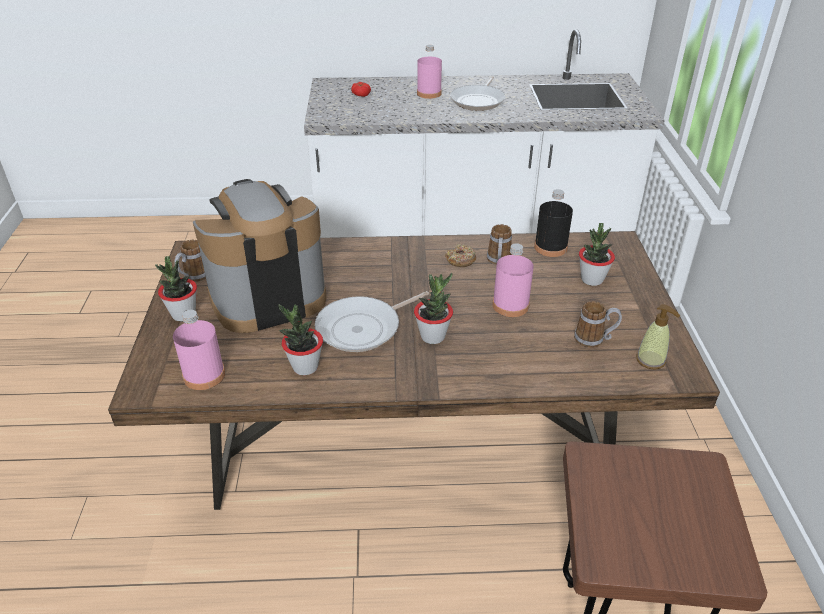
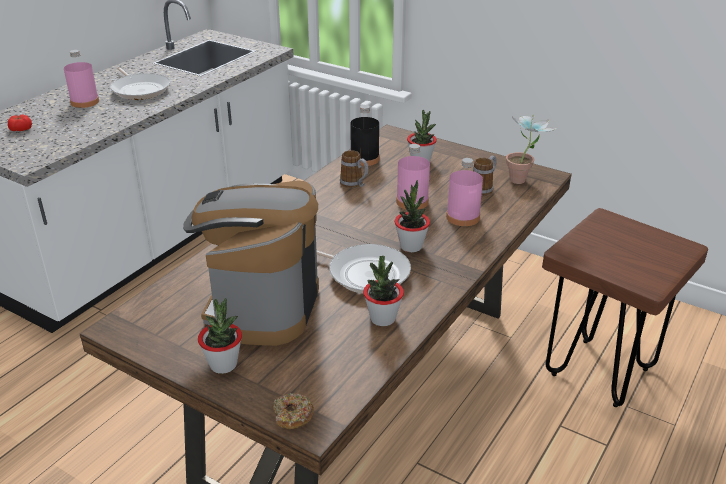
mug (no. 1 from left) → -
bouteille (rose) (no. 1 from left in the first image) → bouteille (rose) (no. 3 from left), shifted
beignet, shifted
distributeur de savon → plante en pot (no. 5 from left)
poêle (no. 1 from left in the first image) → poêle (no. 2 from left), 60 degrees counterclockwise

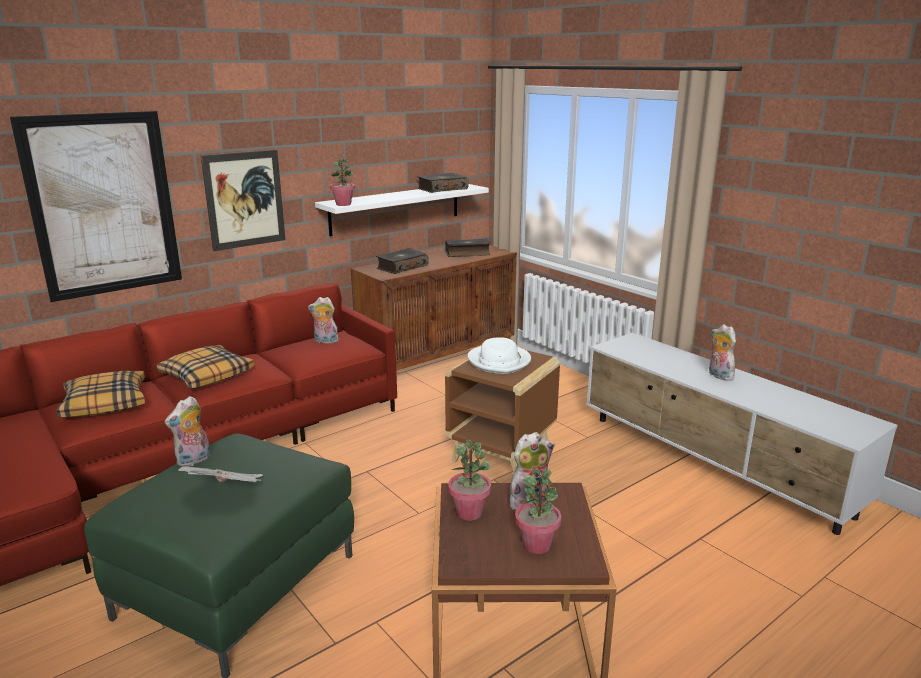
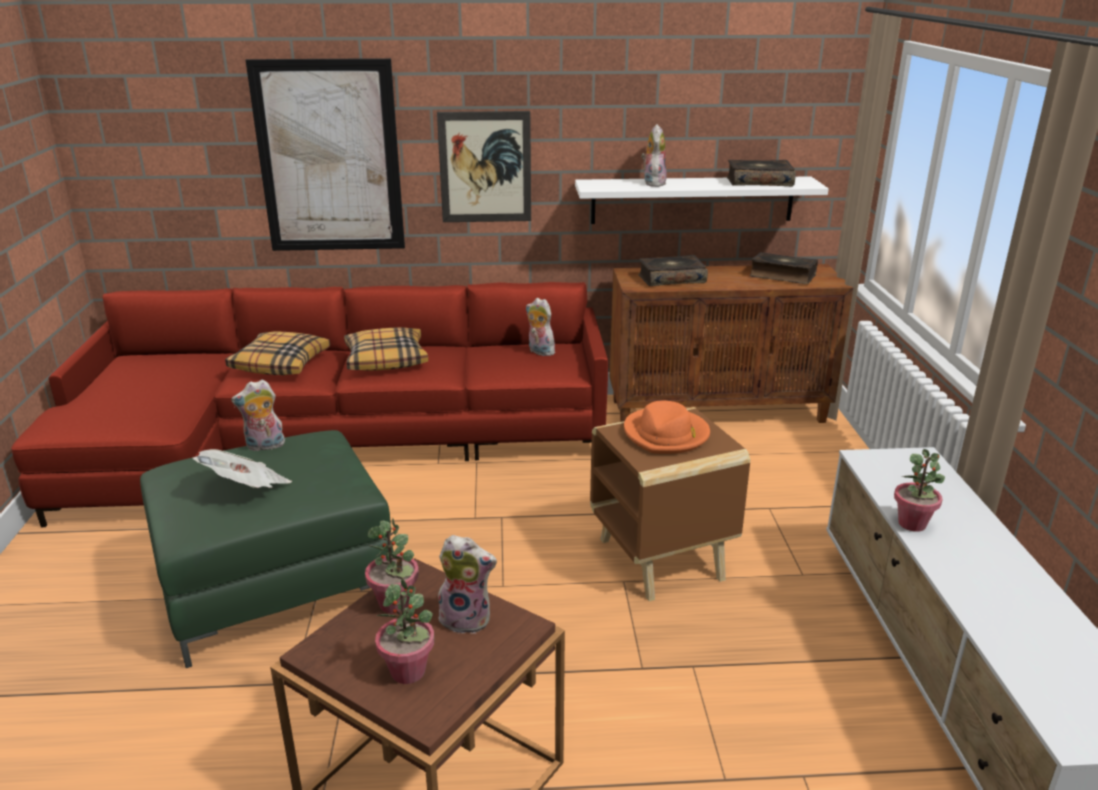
plante en pot (no. 1 from left in the first image) → plante en pot (no. 3 from left), shifted
peluche (no. 4 from left), shifted
chapeau (blanc) → chapeau (orange)

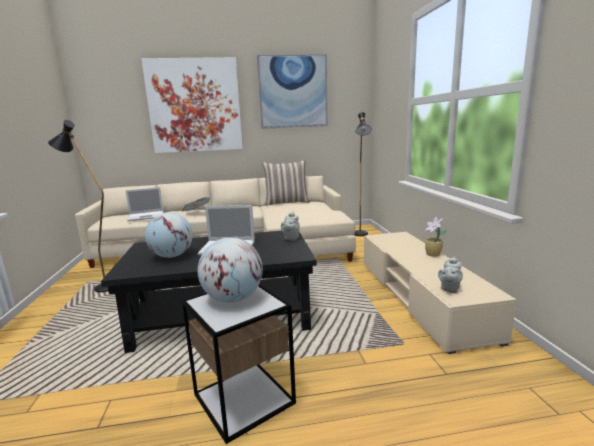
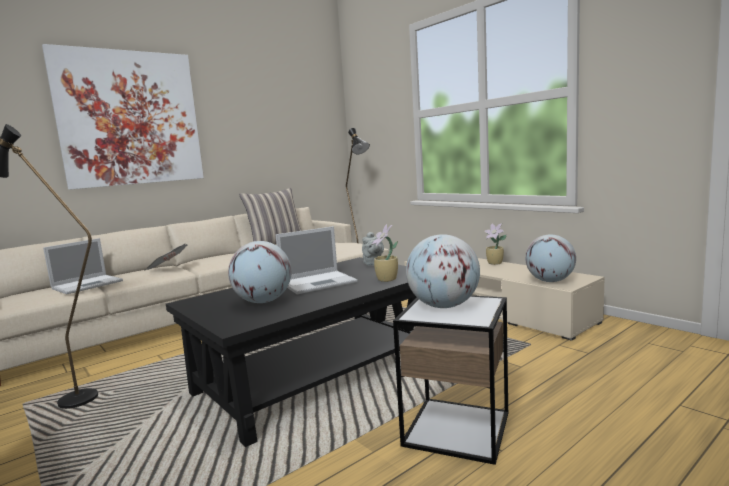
tableau (no. 2 from left) → -
- → plante en pot (no. 1 from left)
théière (gris) (no. 2 from left) → globe (no. 3 from left)

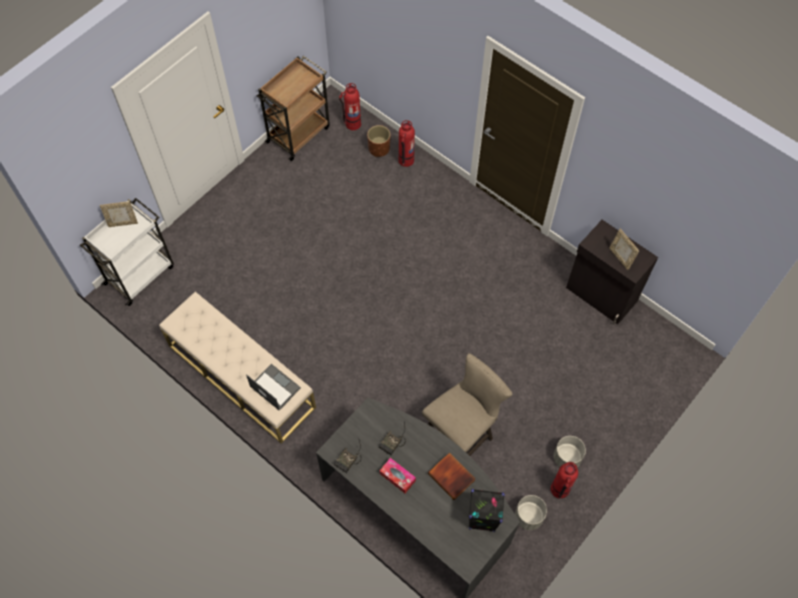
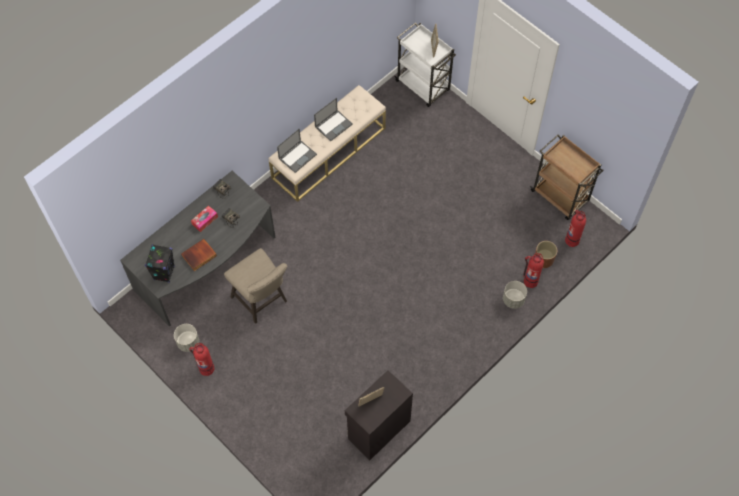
- → ordinateur portable (no. 2 from left)
cache-pot (gris) (no. 2 from left), shifted

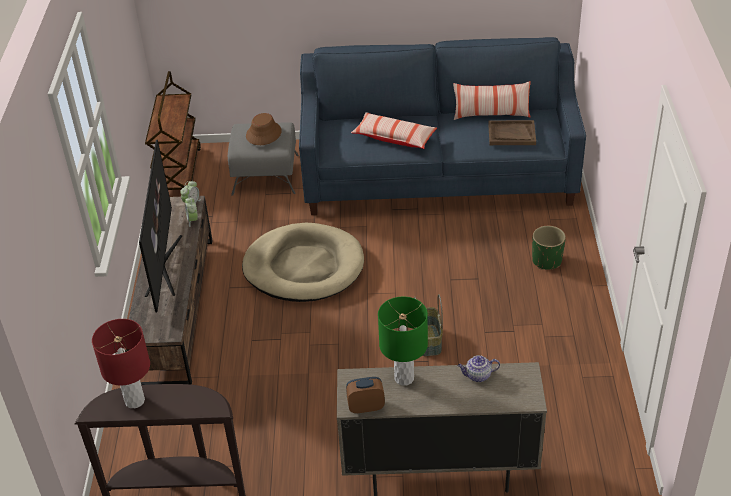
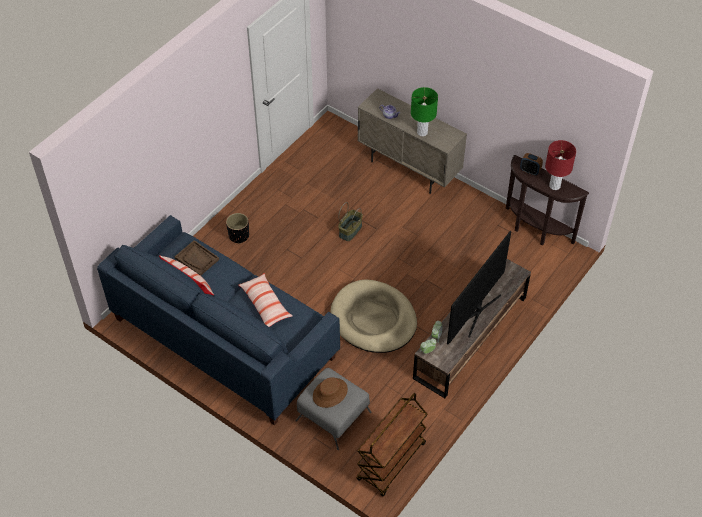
réveil (no. 3 from left), shifted
cache-pot (vert) → cache-pot (noir)

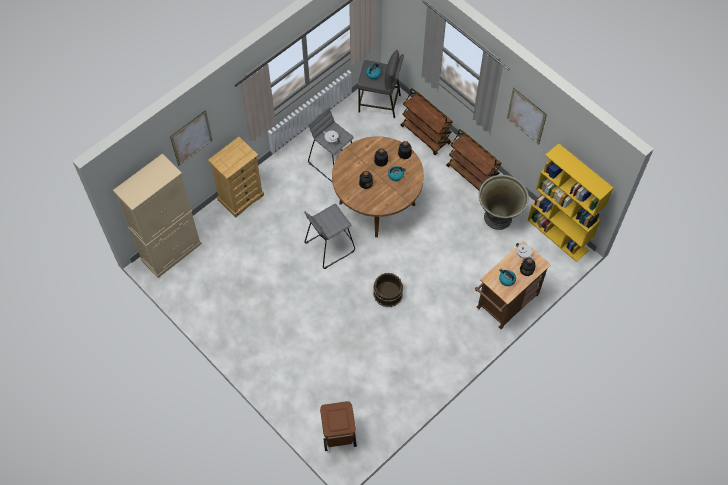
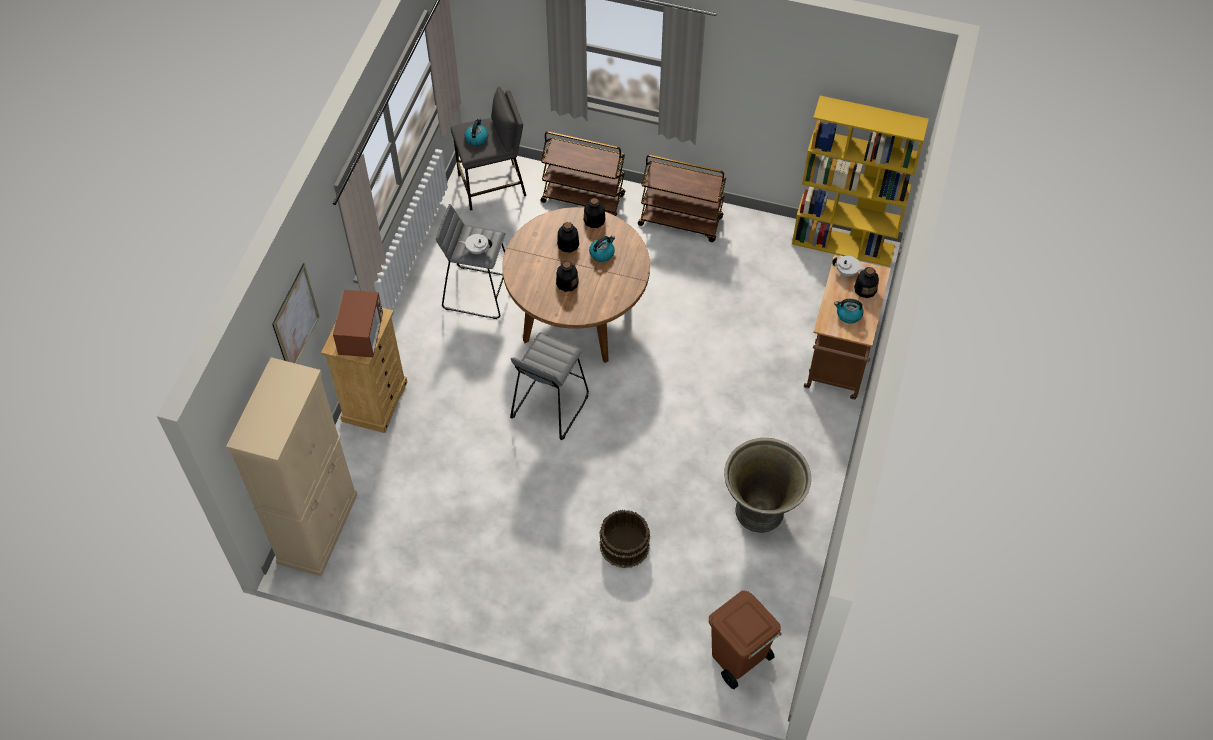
tableau (no. 2 from left) → -
- → micro-ondes
seau (marron), shifted
cache-pot (gris), shifted

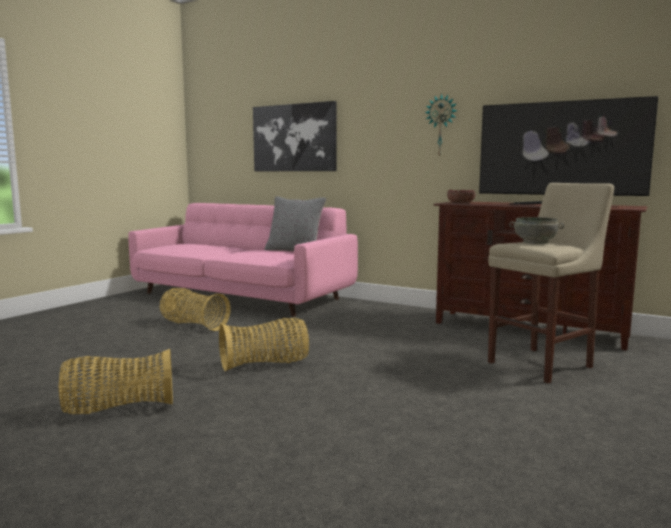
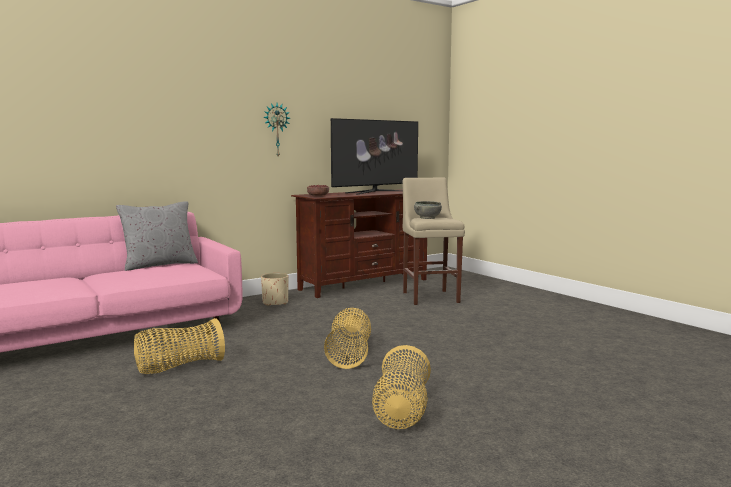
tableau → -
- → cache-pot (beige)

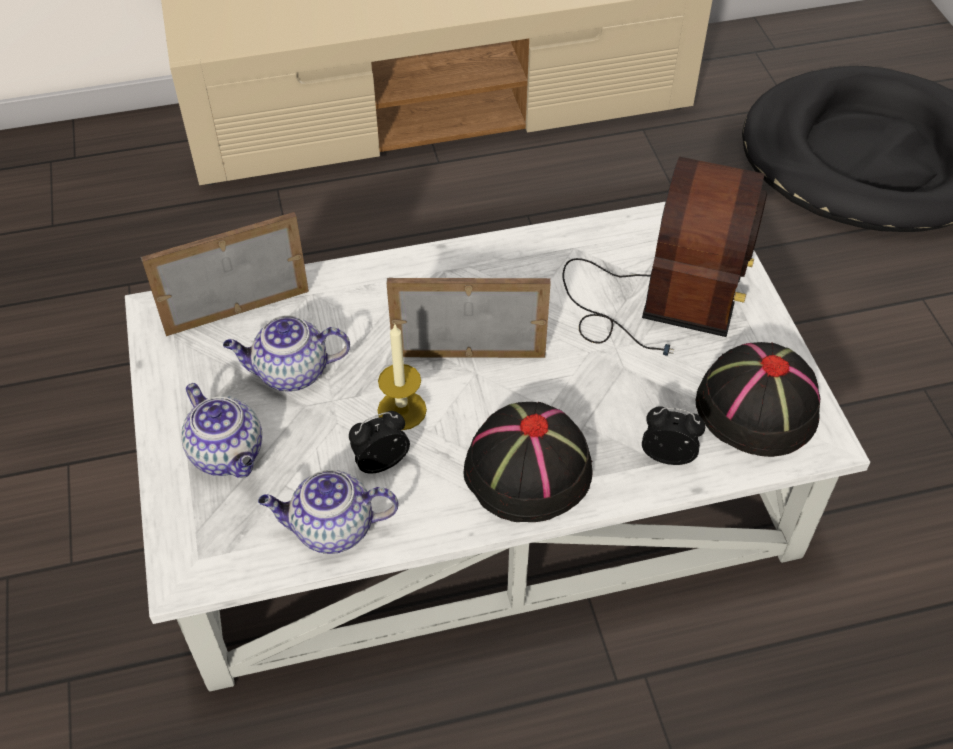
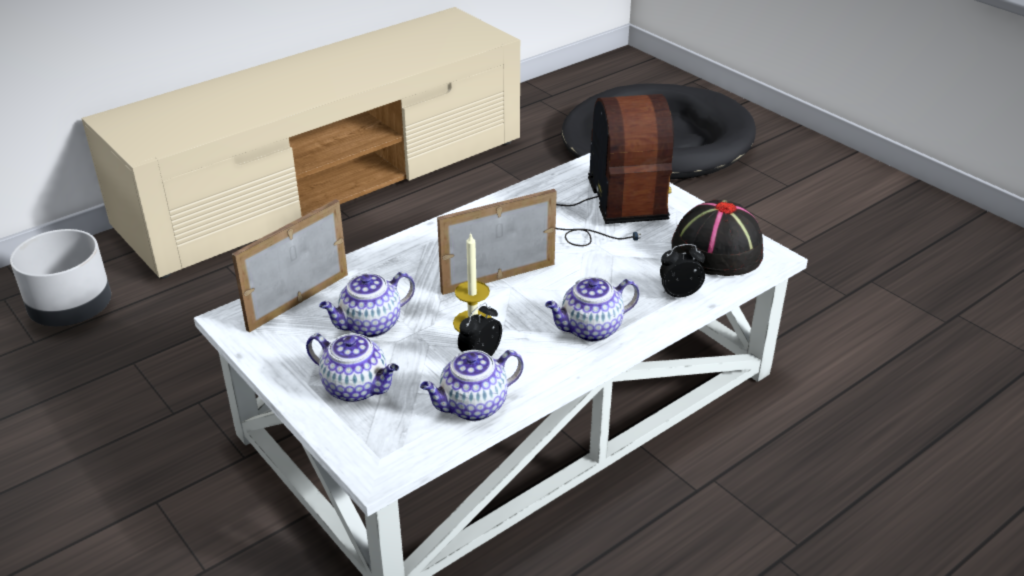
- → cache-pot (gris)
chapeau (noir) (no. 1 from left) → théière (no. 4 from left)

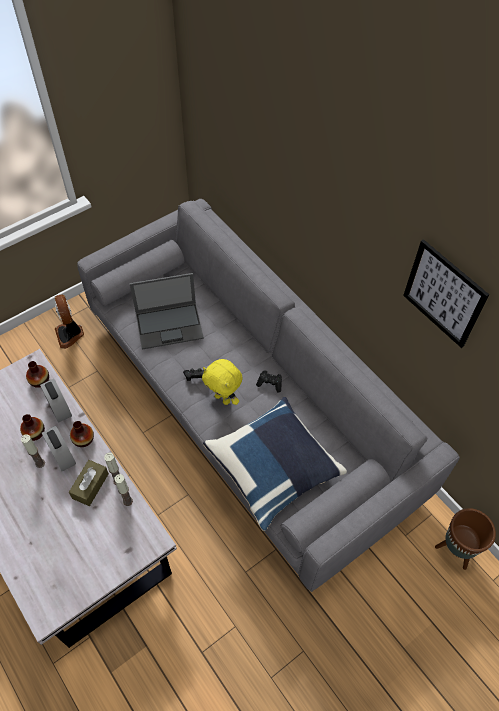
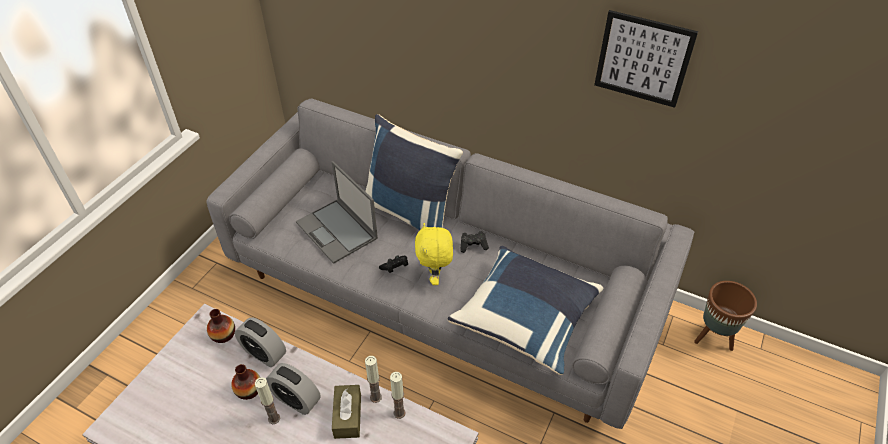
ventilateur → -
vase (no. 3 from left) → -
- → coussin (bleu) (no. 1 from left)
ordinateur portable, 90 degrees clockwise
peluche (jaune), 75 degrees clockwise

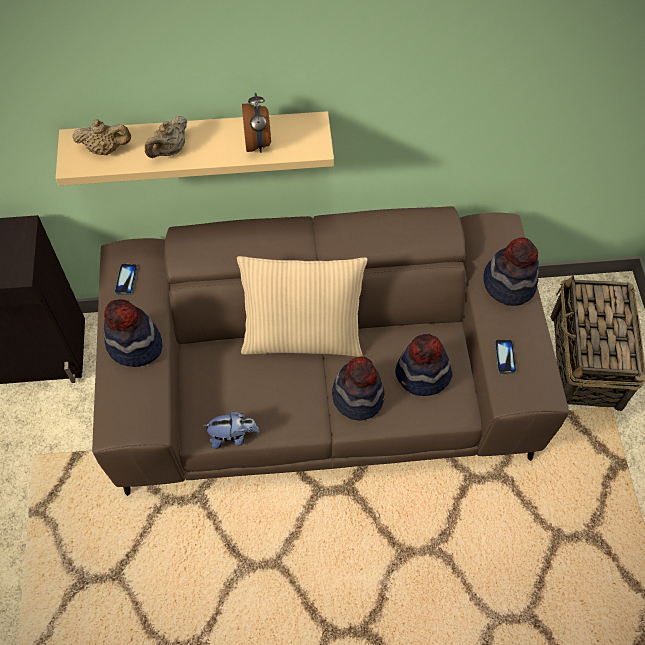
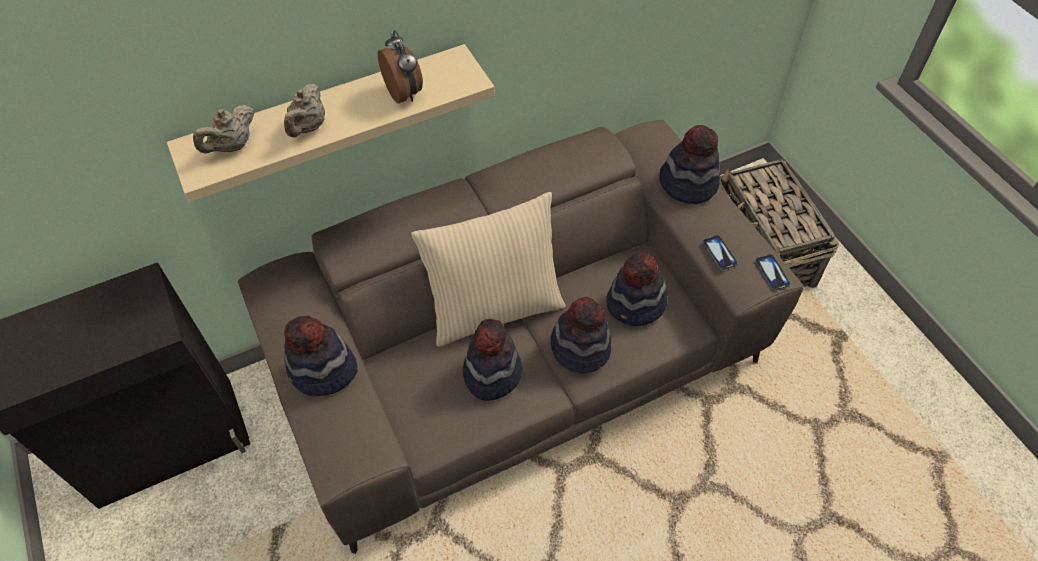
peluche → -
- → chapeau (no. 2 from left)
téléphone (no. 1 from left in the first image) → téléphone (no. 2 from left), shifted
théière (beige) (no. 1 from left), 150 degrees clockwise

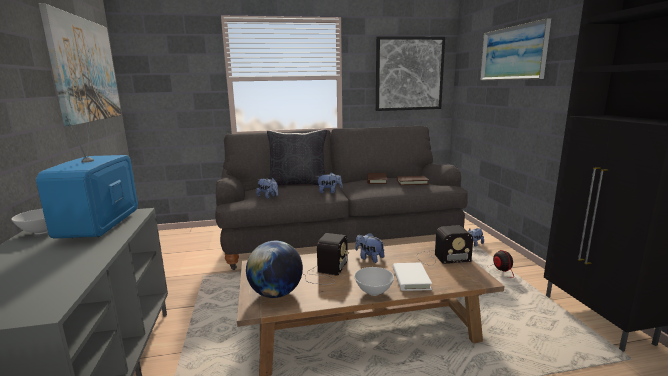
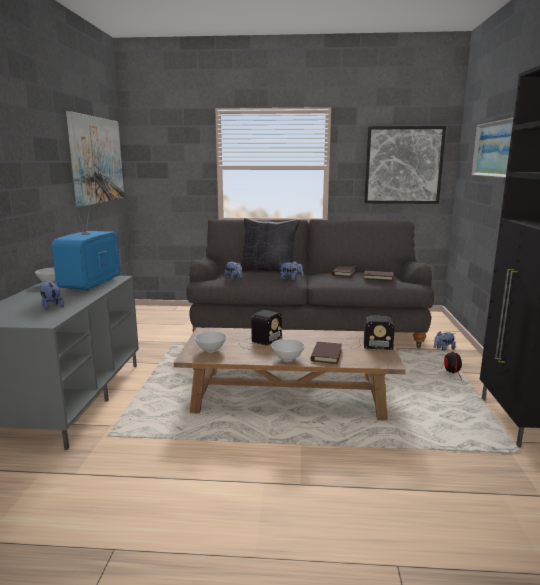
peluche (no. 3 from left in the first image) → peluche (no. 1 from left), shifted
globe → bol (blanc) (no. 2 from left)
livre (blanc) → livre (marron) (no. 1 from left)

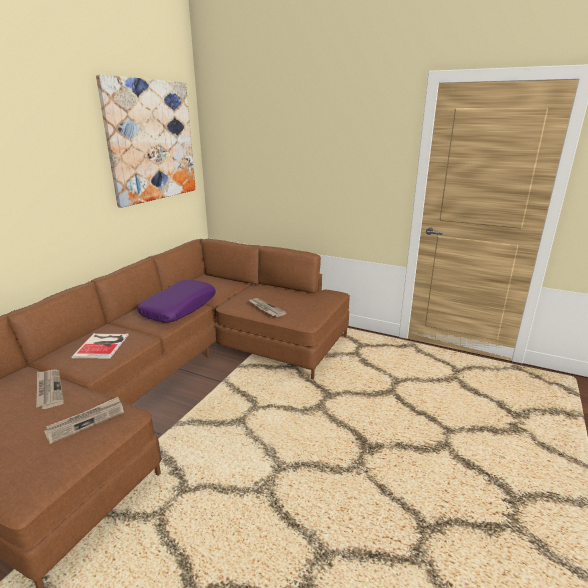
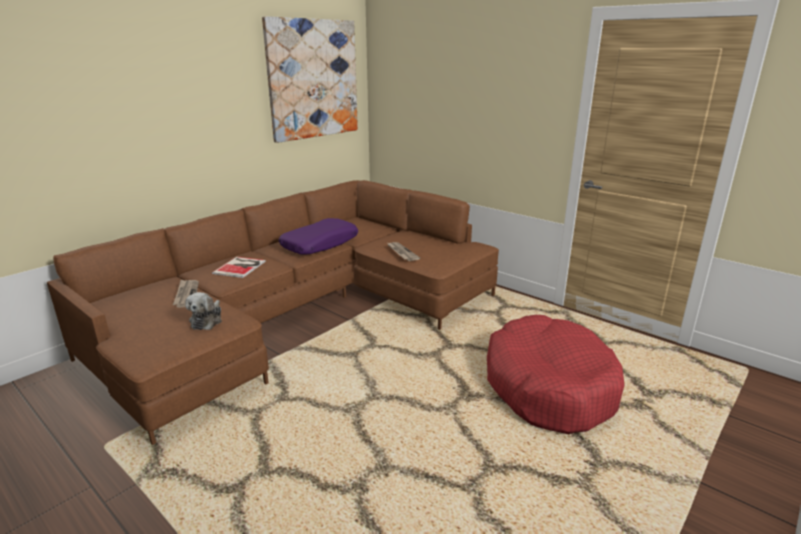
- → panier pour chien (rouge)
journal (no. 2 from left) → peluche

